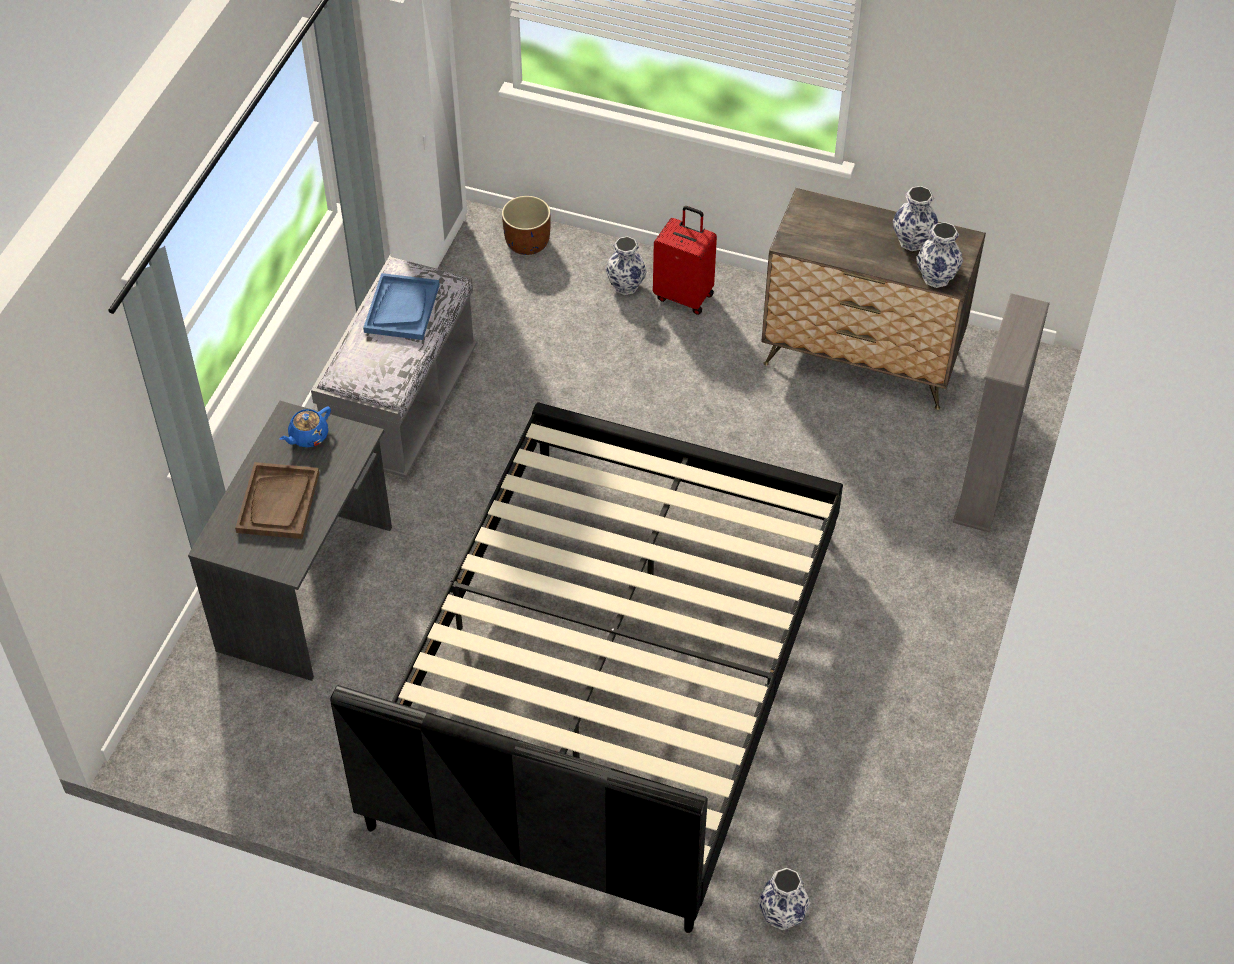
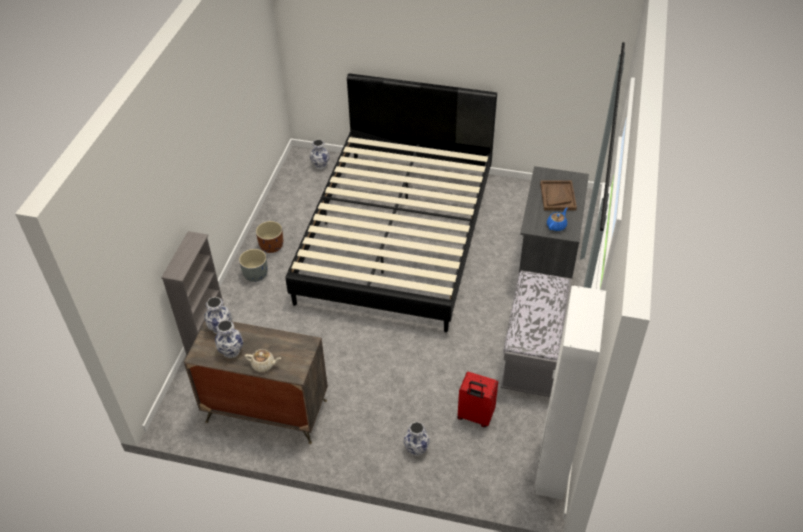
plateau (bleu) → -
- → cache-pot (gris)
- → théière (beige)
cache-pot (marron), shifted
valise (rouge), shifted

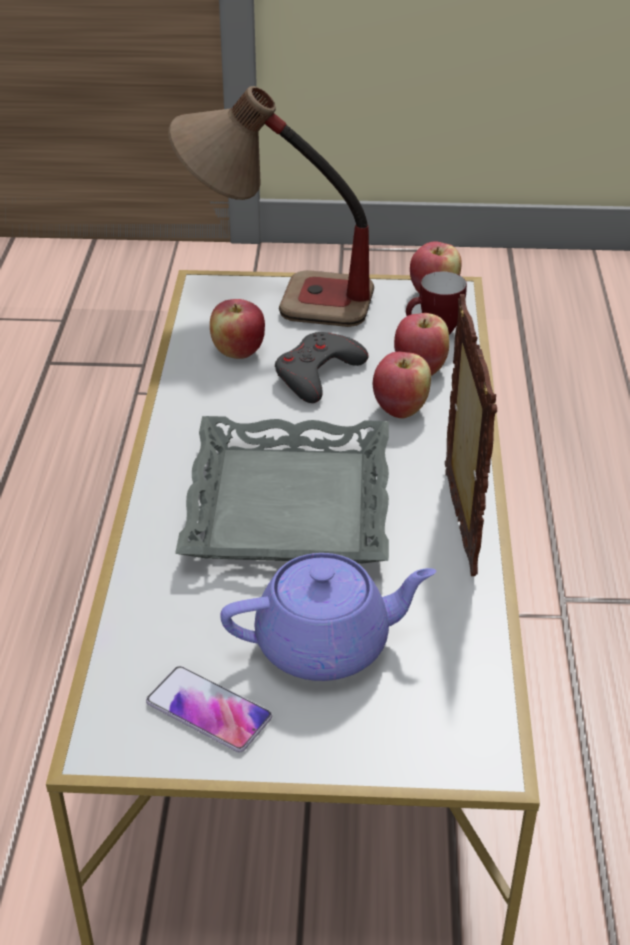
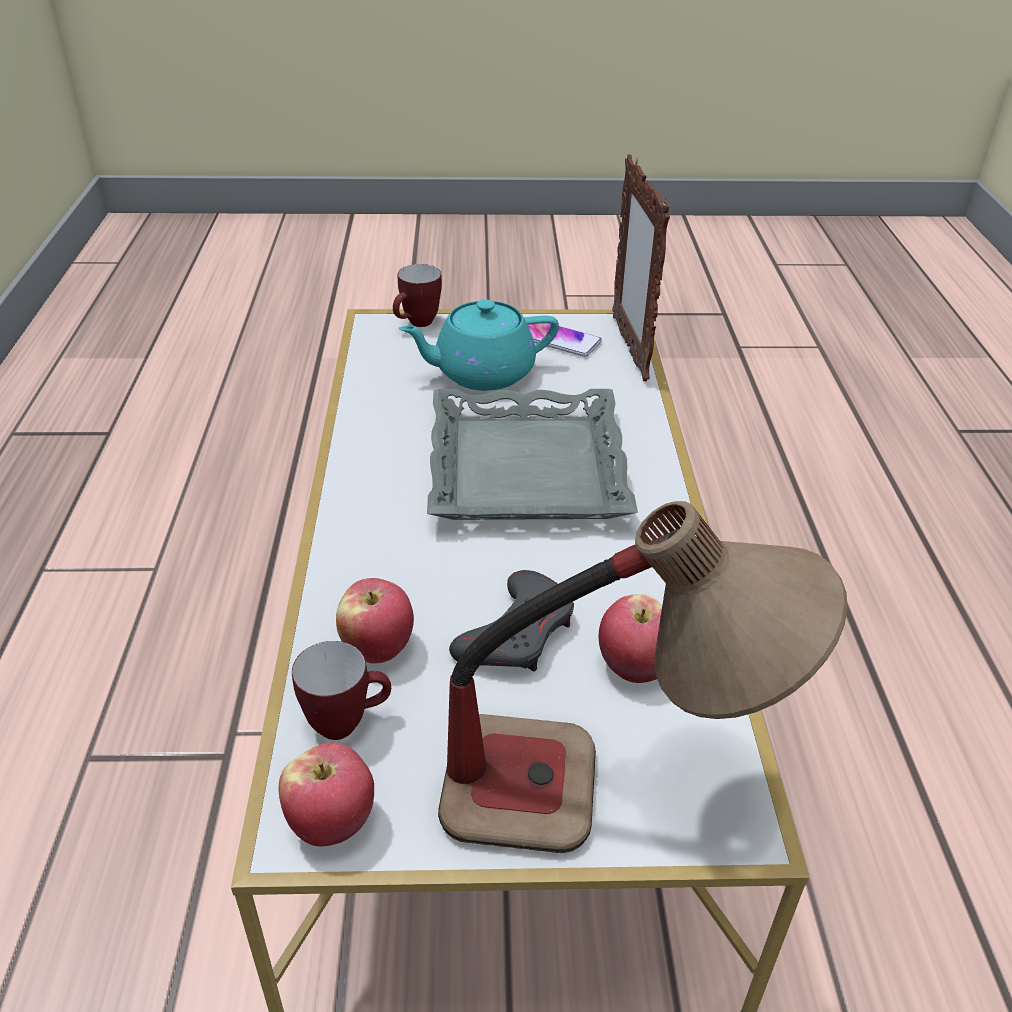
pomme (no. 2 from left) → -
- → mug (no. 2 from left)
cadre photo, shifted
théière (violet) → théière (turquoise)

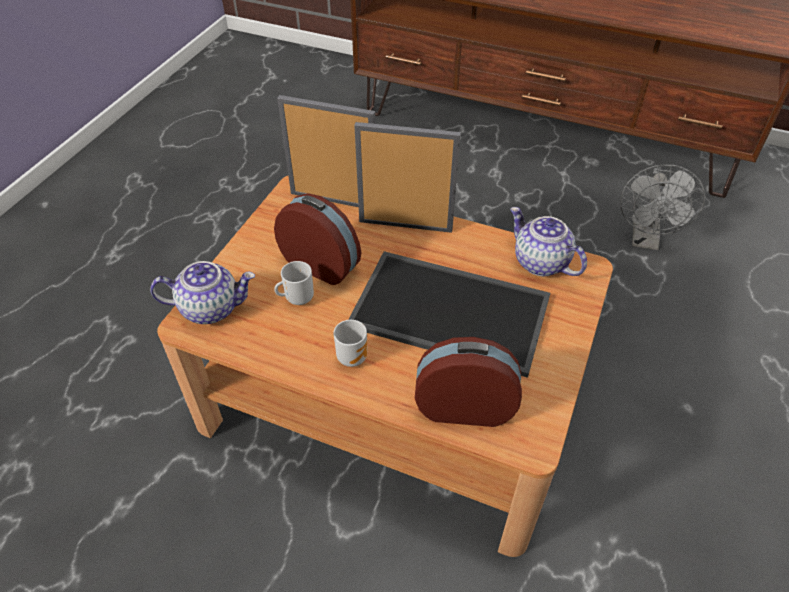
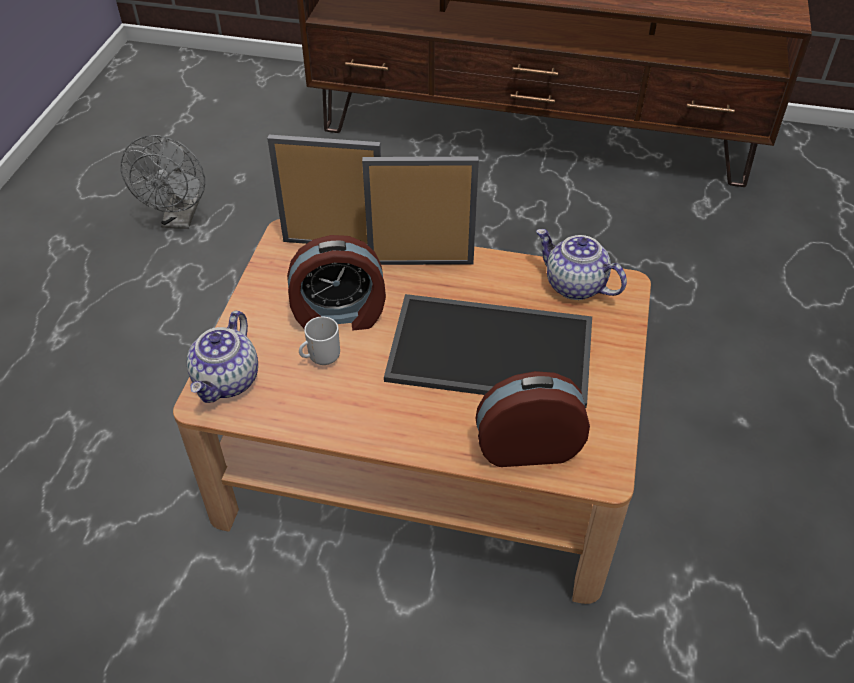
mug (no. 2 from left) → -
ventilateur (gris), shifted
théière (no. 1 from left), 120 degrees clockwise
réveil (no. 1 from left), 150 degrees clockwise

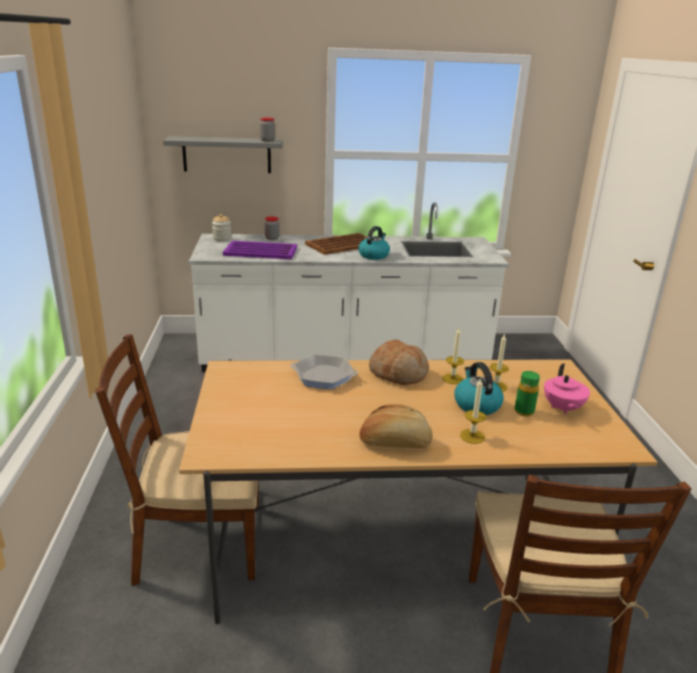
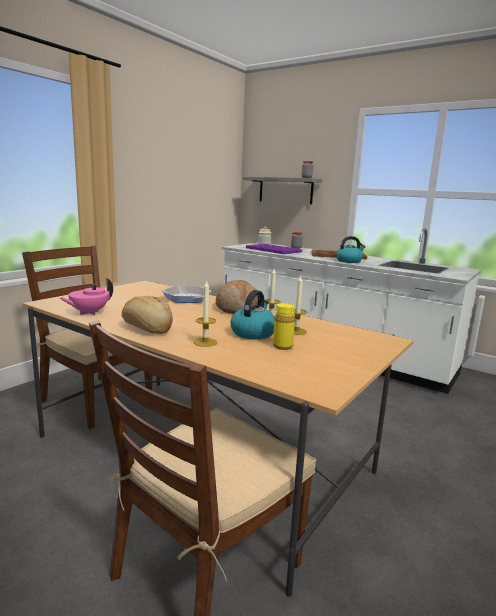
théière (rose), shifted
bouteille (vert) → bouteille (jaune)

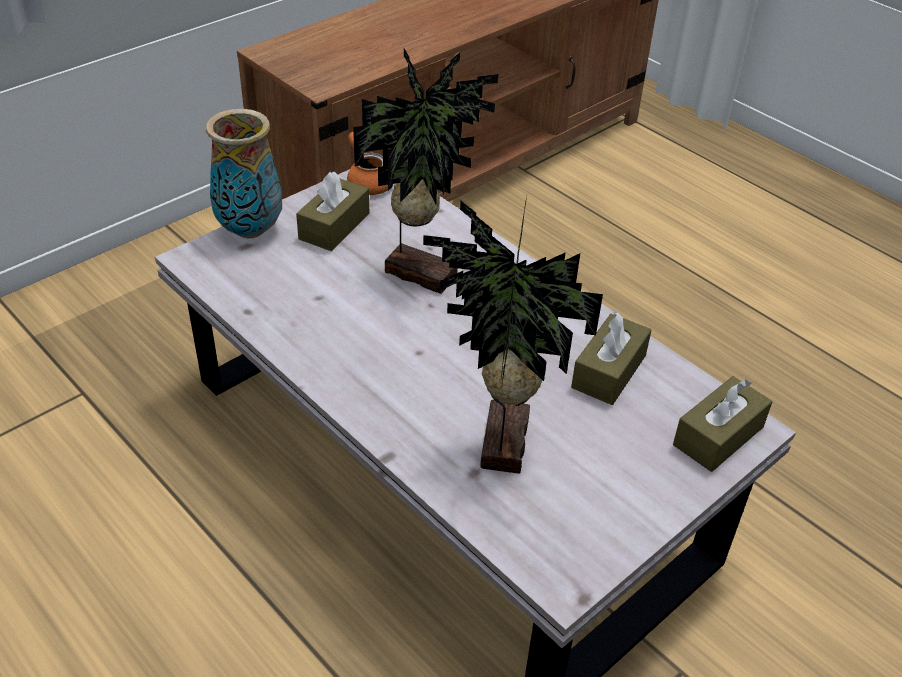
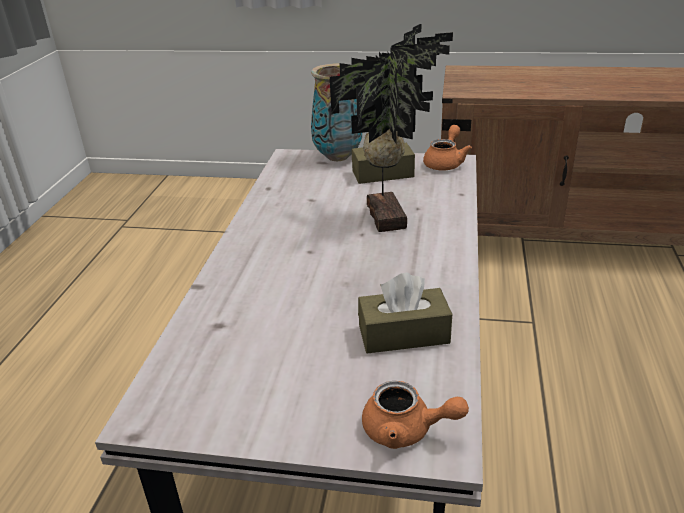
plante en pot (no. 2 from left) → -
boîte à mouchoirs (marron) (no. 3 from left) → théière (orange) (no. 1 from left)

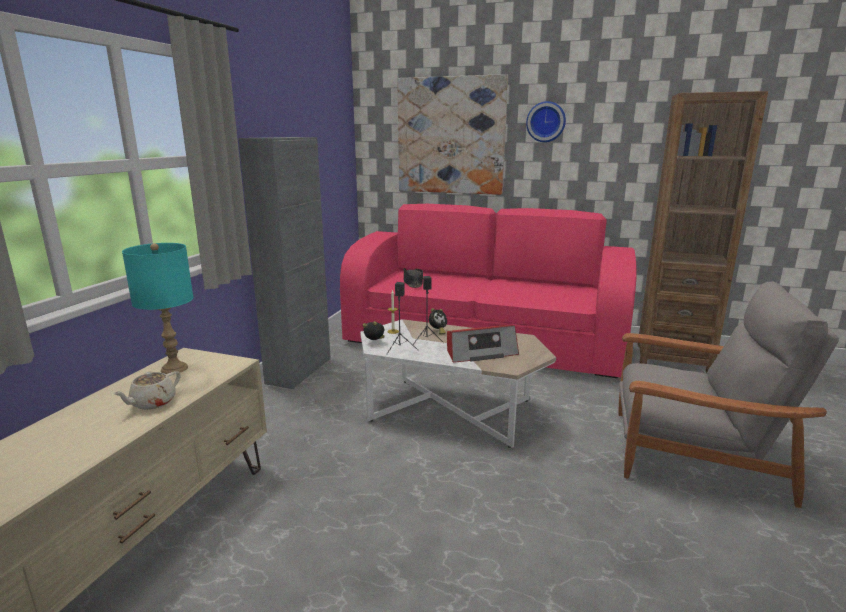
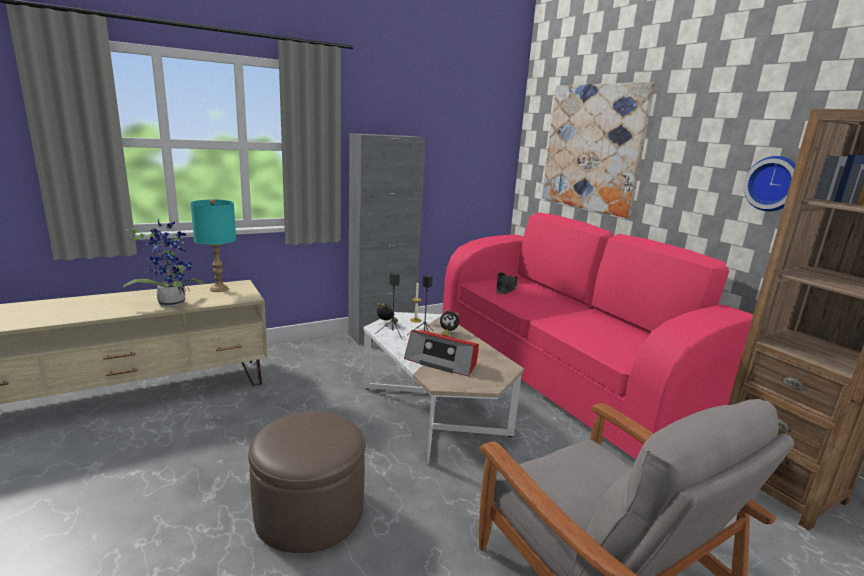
- → pouf (marron)
horloge murale, shifted
théière (beige) → plante en pot

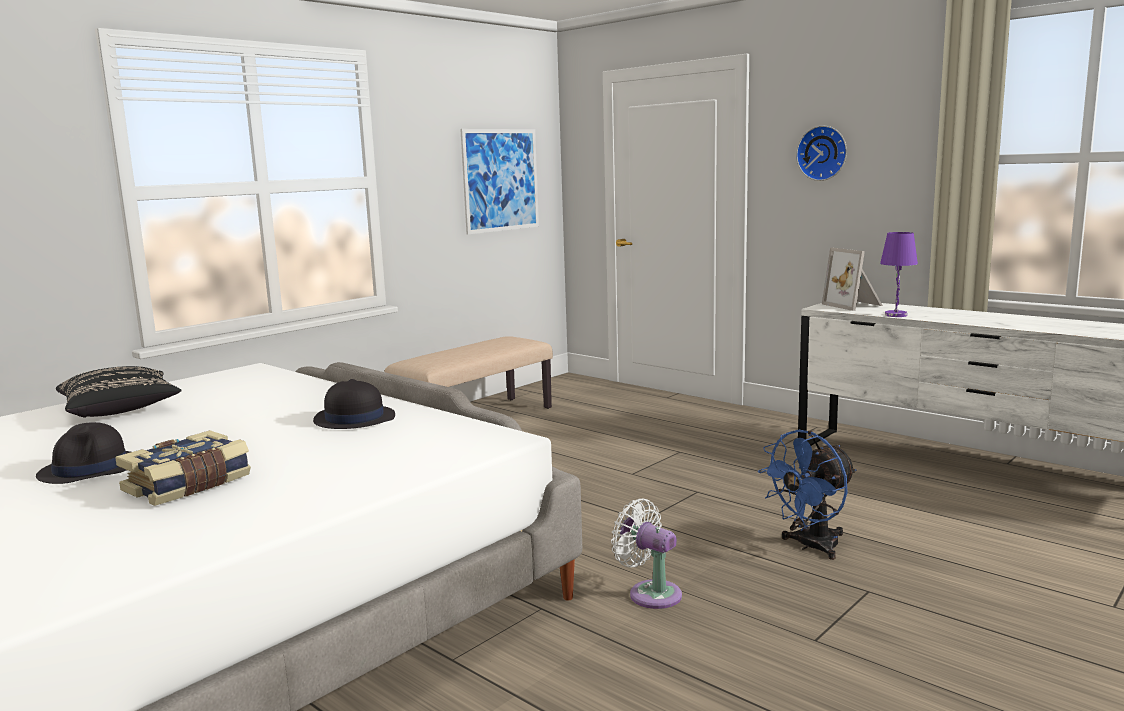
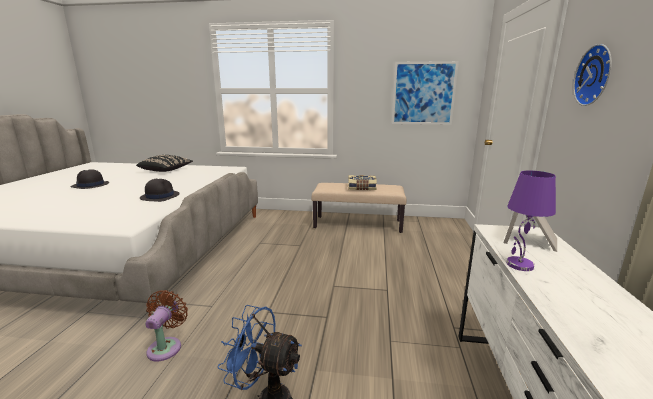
livre, shifted
ventilateur (blanc) → ventilateur (marron)

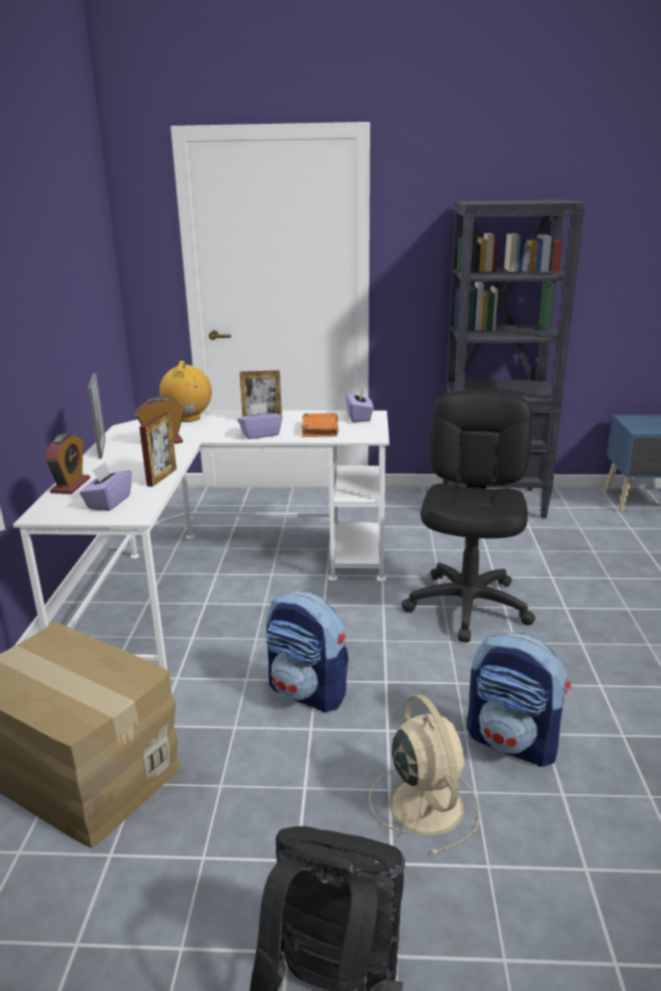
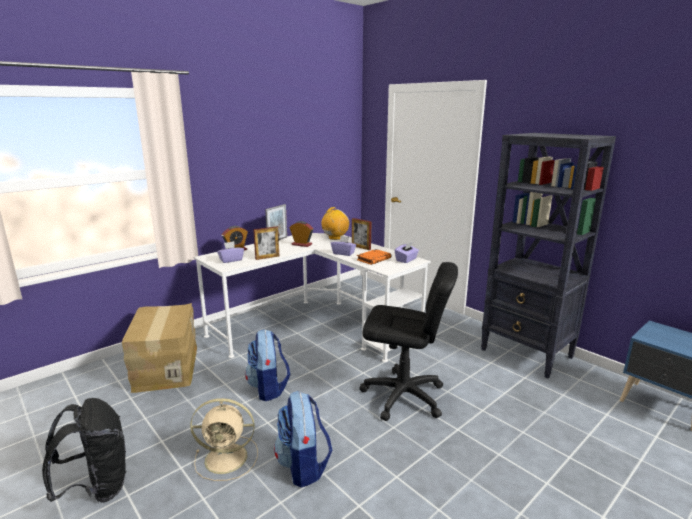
ventilateur (beige), 60 degrees clockwise
chaise de bureau (noir), 45 degrees clockwise

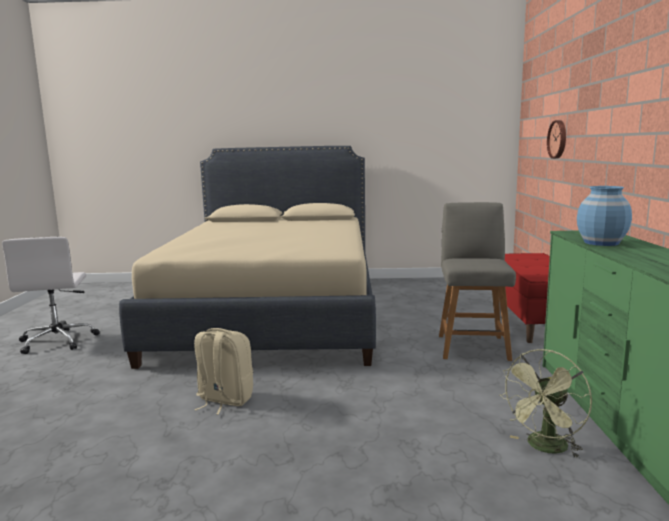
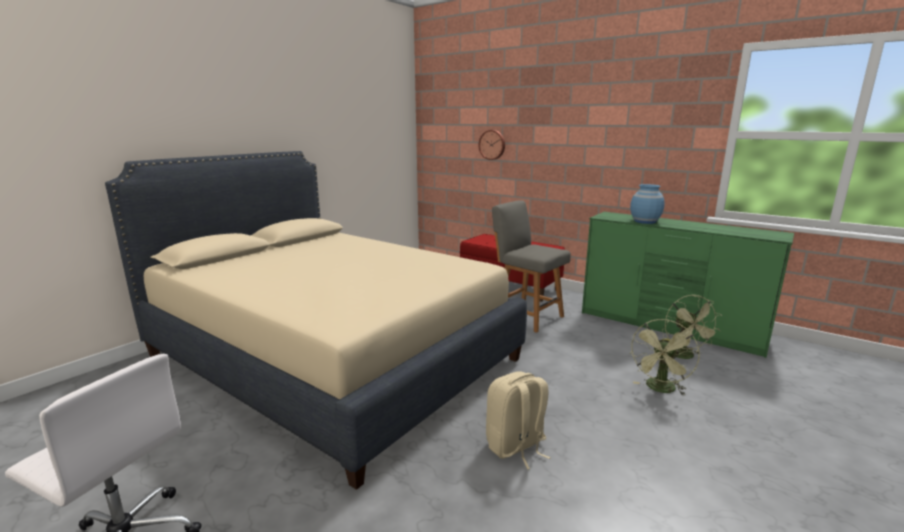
- → ventilateur (vert) (no. 1 from left)

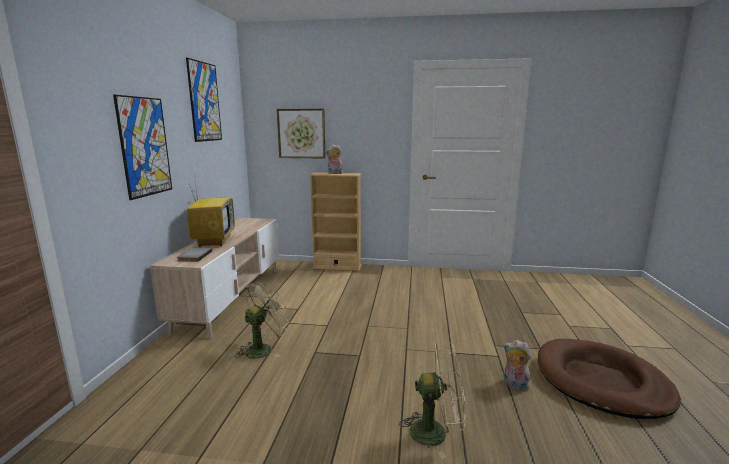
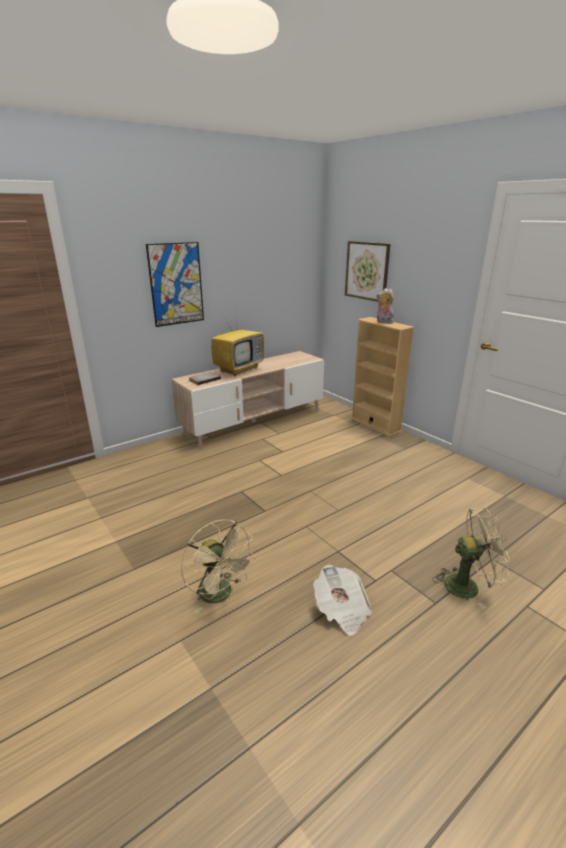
tableau (no. 2 from left) → -
panier pour chien (marron) → -
ventilateur (beige) (no. 1 from left in the first image) → ventilateur (beige) (no. 2 from left), shifted
peluche (no. 2 from left) → journal

